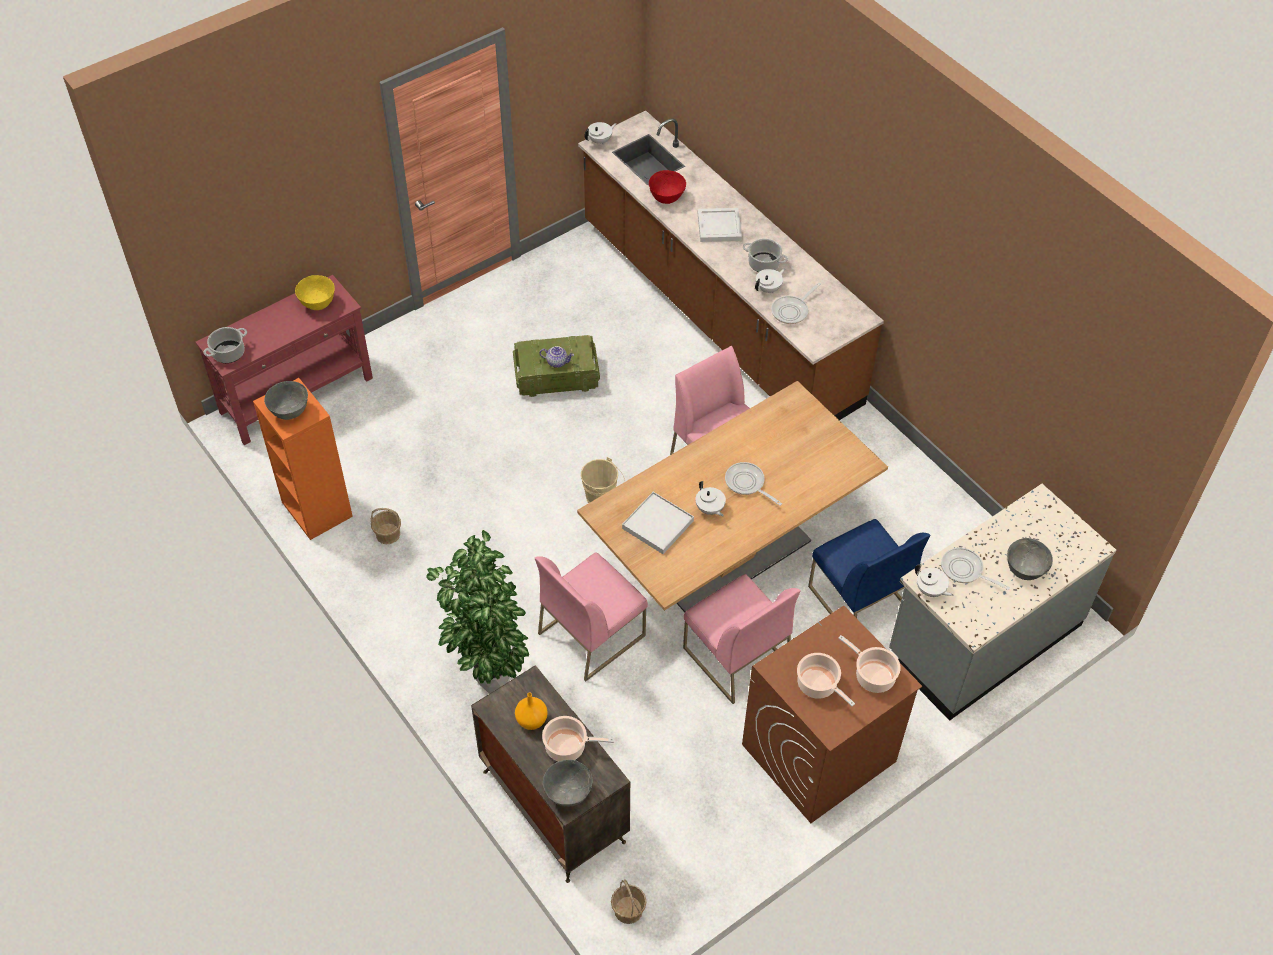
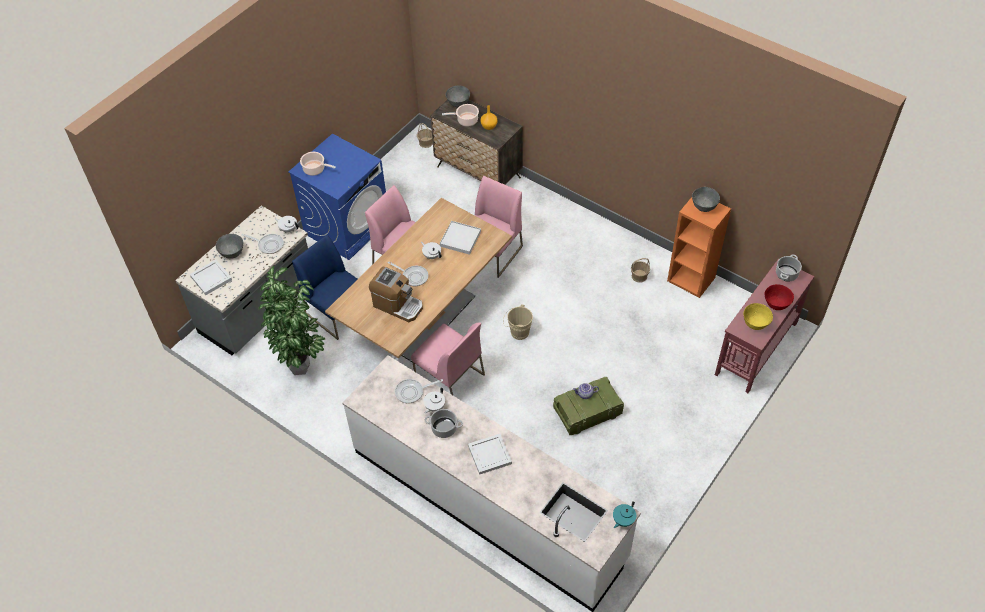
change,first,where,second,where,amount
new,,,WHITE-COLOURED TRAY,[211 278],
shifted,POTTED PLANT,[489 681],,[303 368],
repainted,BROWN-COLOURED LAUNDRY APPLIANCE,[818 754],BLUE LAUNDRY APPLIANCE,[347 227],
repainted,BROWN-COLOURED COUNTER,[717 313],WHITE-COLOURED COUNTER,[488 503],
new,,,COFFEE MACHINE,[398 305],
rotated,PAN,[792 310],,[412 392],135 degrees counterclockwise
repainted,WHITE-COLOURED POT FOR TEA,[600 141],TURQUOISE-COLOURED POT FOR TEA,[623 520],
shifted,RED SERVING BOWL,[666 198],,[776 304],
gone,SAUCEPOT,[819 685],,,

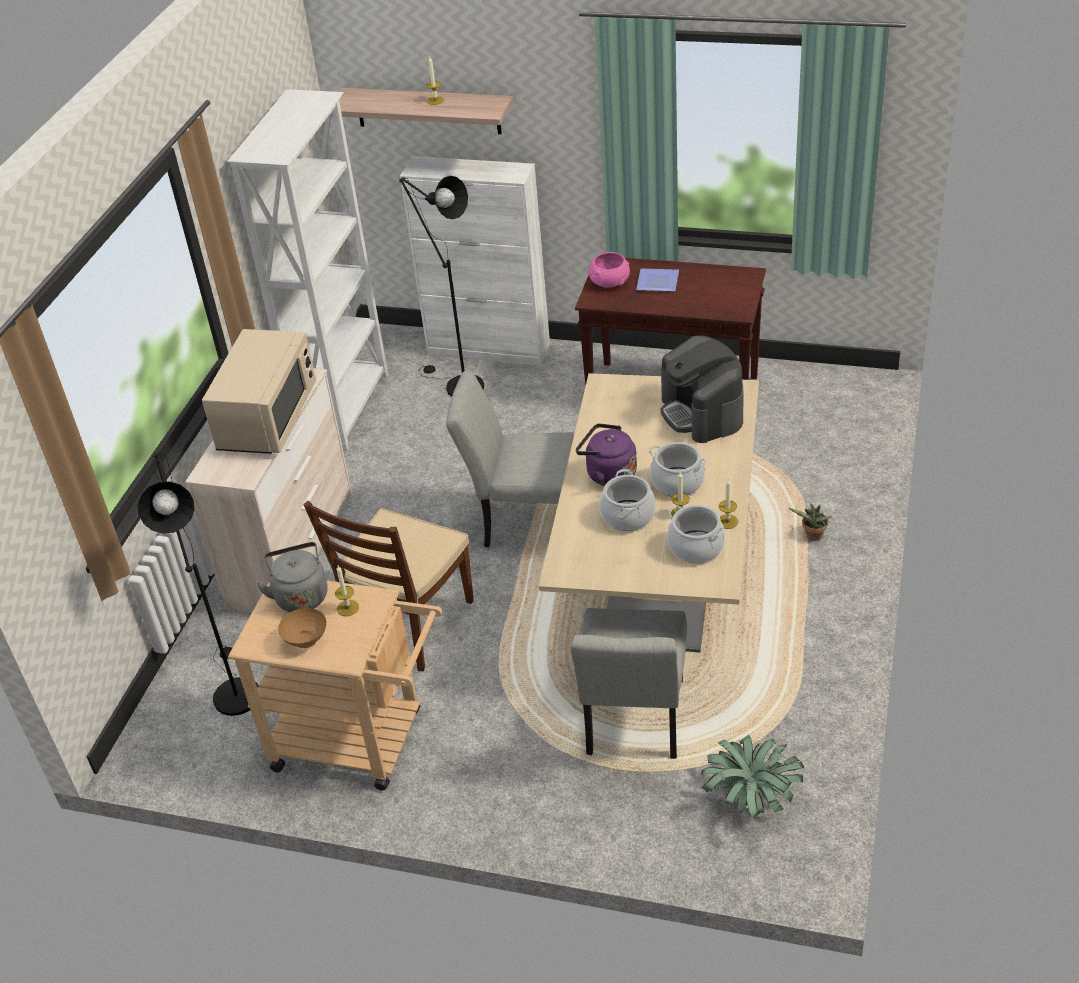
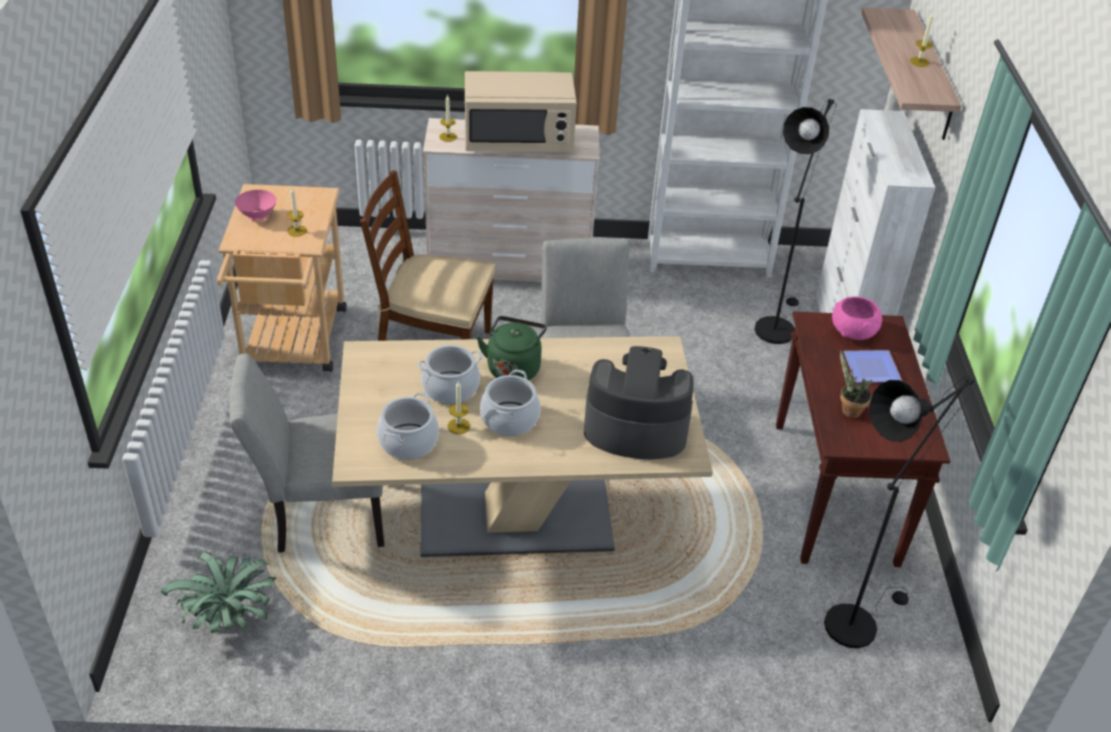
change,first,where,second,where,amount
repainted,BROWN-COLOURED SERVING BOWL,[305 640],PINK SERVING BOWL,[258 216],
shifted,WAX CANDLE,[727 521],,[448 137],
repainted,PURPLE TEA KETTLE,[608 474],GREEN TEA KETTLE,[514 367],
rotated,COFFEE MACHINE,[702 413],,[635 428],45 degrees clockwise
shifted,BLACK FLOOR LAMP,[233 690],,[856 620],
shifted,POTTED PLANT,[812 537],,[848 411],
gone,GRAY TEA KETTLE,[300 595],,,

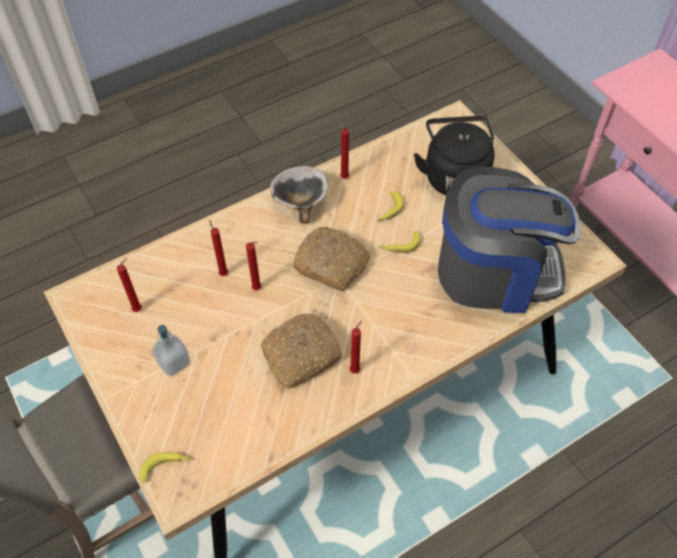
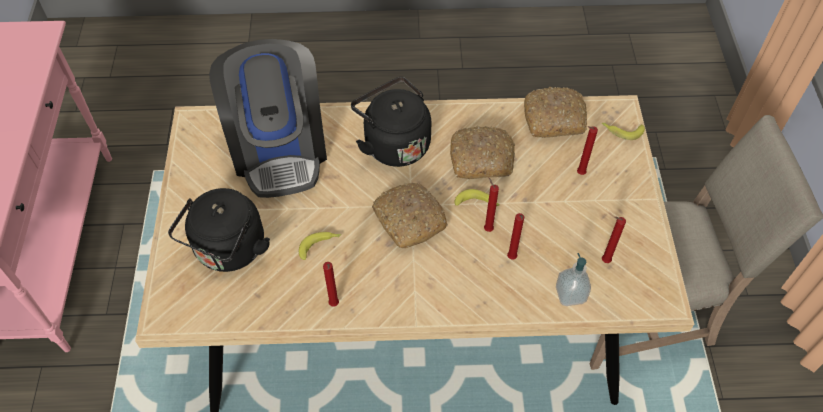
change,first,where,second,where,amount
rotated,COFFEE MACHINE,[495 272],,[279 148],135 degrees counterclockwise
new,,,BLACK TEA KETTLE,[394 143],
shifted,WHOLE BANANA,[399 245],,[477 203],
new,,,BAKED BREAD,[554 118],
shifted,LIQUID SOAP BOTTLE,[174 362],,[570 294],
shifted,RED WAX CANDLE,[356 369],,[579 173],
gone,SERVING BOWL,[300 202],,,

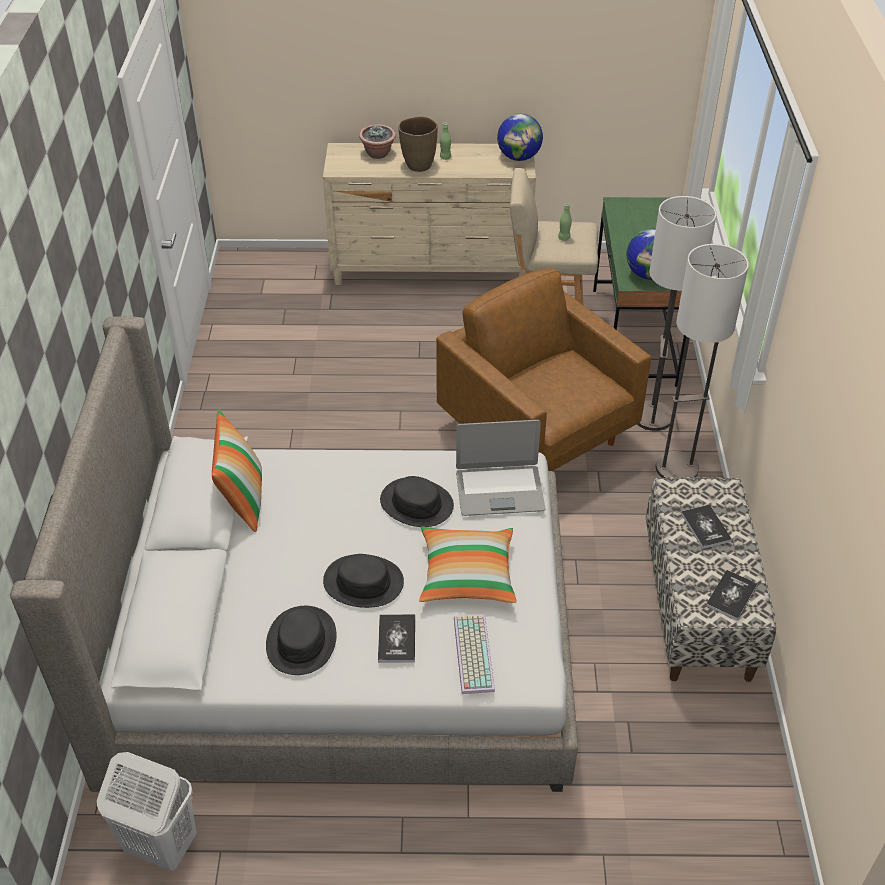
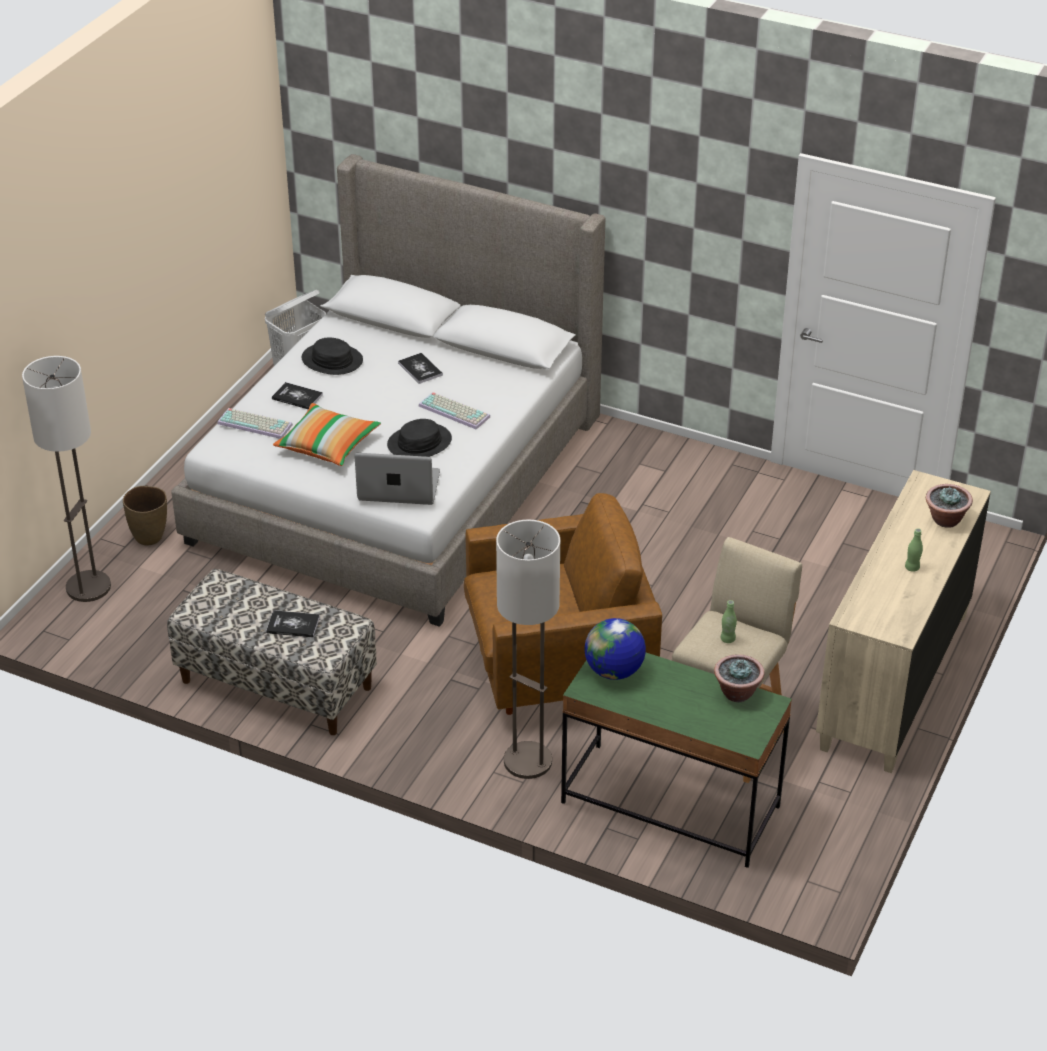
change,first,where,second,where,amount
shifted,FLOOR LAMP,[677 468],,[88 587],
shifted,BROWN-COLOURED FLOWER VASE,[418 166],,[150 537],
rotated,LAPTOP,[499 490],,[399 487],75 degrees clockwise
shifted,BOUND BOOK,[731 595],,[420 369],
new,,,KEYBOARD,[455 411],
new,,,POTTED PLANT,[737 693],
gone,THROW PILLOW,[242 499],,,
gone,BLACK WEARABLE HAT,[363 582],,,
gone,DESK GLOBE,[519 157],,,

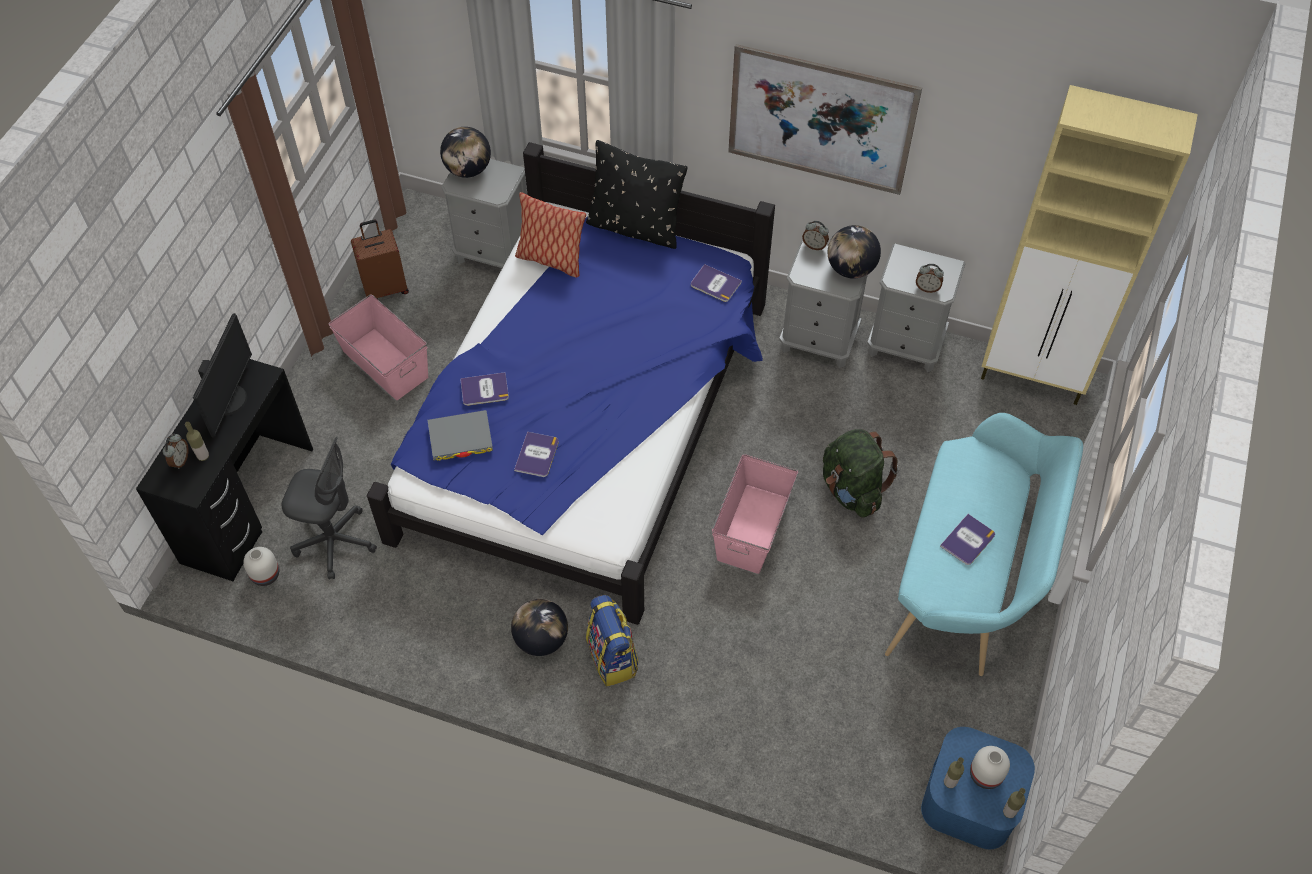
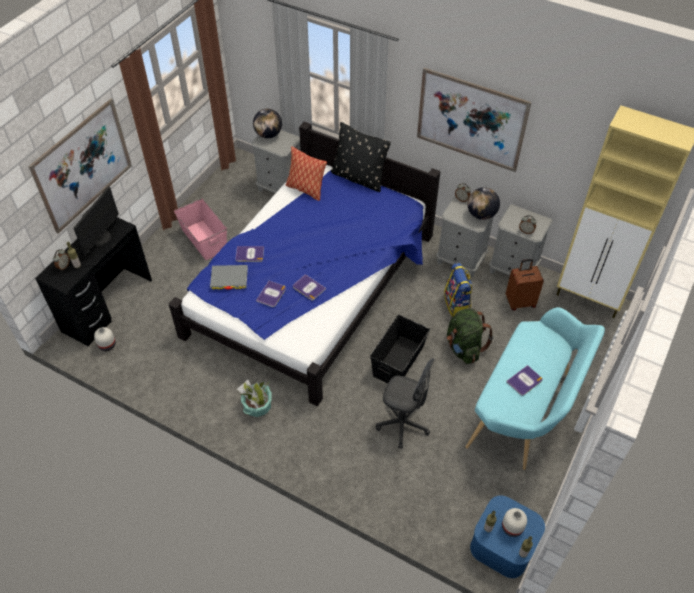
change,first,where,second,where,amount
new,,,WALL ART,[83 165],
swapped,DESK GLOBE,[541 639],POTTED PLANT,[257 406],
shifted,BOUND BOOK,[715 284],,[308 288],
repainted,PINK STORAGE BIN,[753 528],BLACK STORAGE BIN,[399 361],
shifted,GRAY OFFICE CHAIR,[335 542],,[402 424],
shifted,KNAPSACK,[613 658],,[457 304],
shifted,BROWN-COLOURED SUITCASE,[385 288],,[520 302],

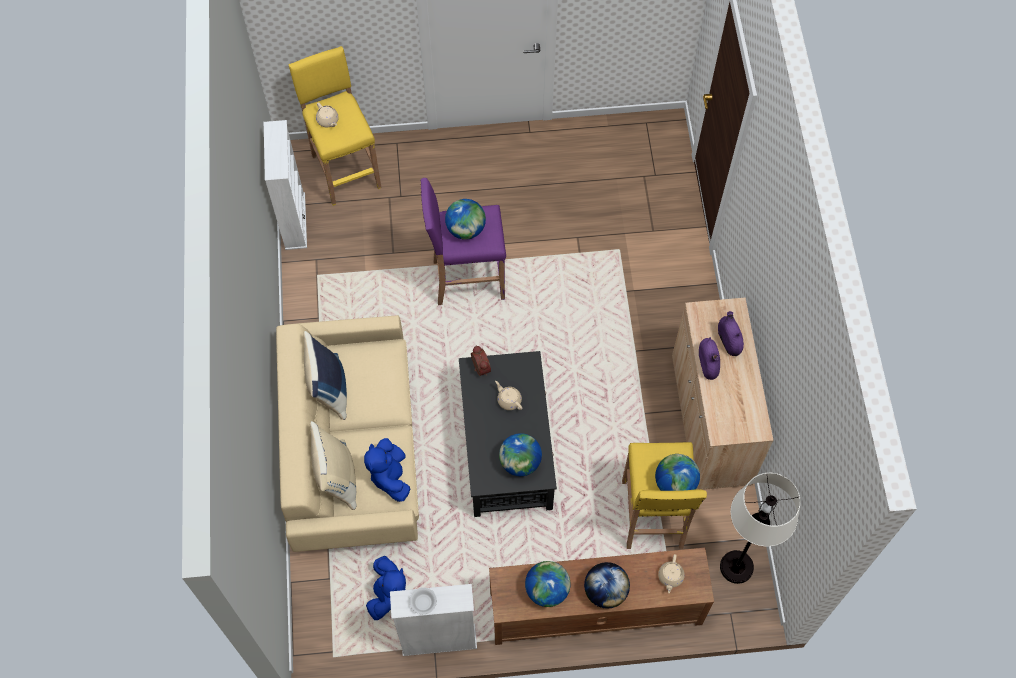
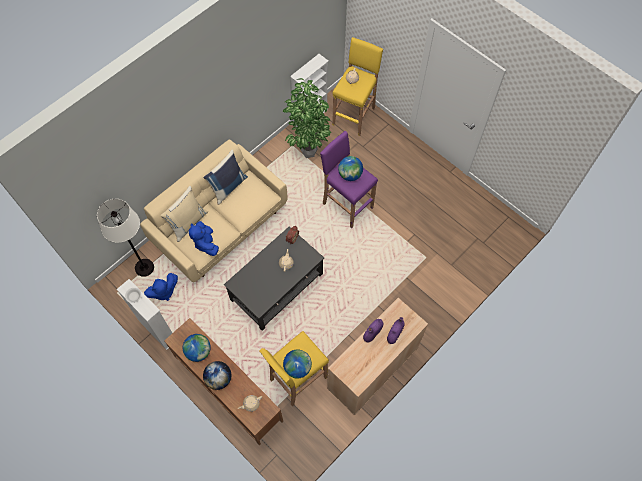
change,first,where,second,where,amount
shifted,WHITE-COLOURED FLOOR LAMP,[736 567],,[144 267],
rotated,BLUE PLUSH TOY,[390 476],,[206 243],60 degrees counterclockwise
new,,,POTTED PLANT,[307 154],
gone,DESK GLOBE,[520 462],,,

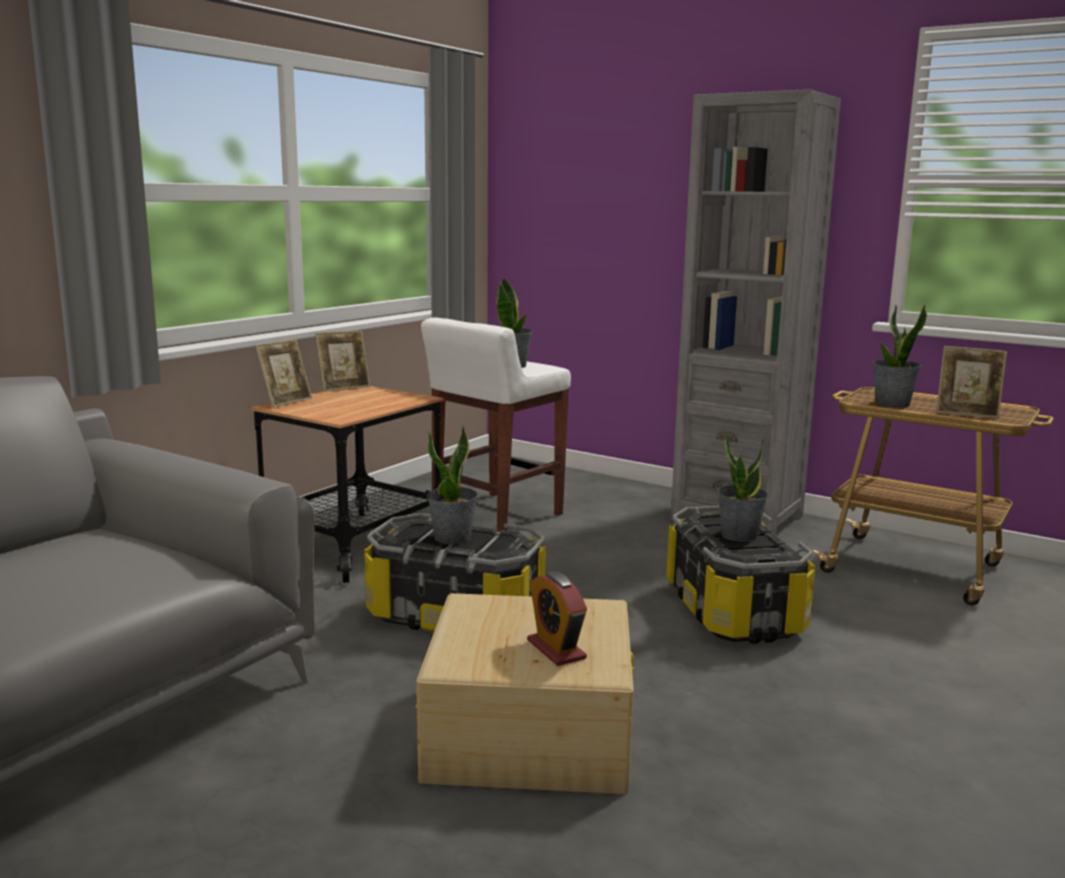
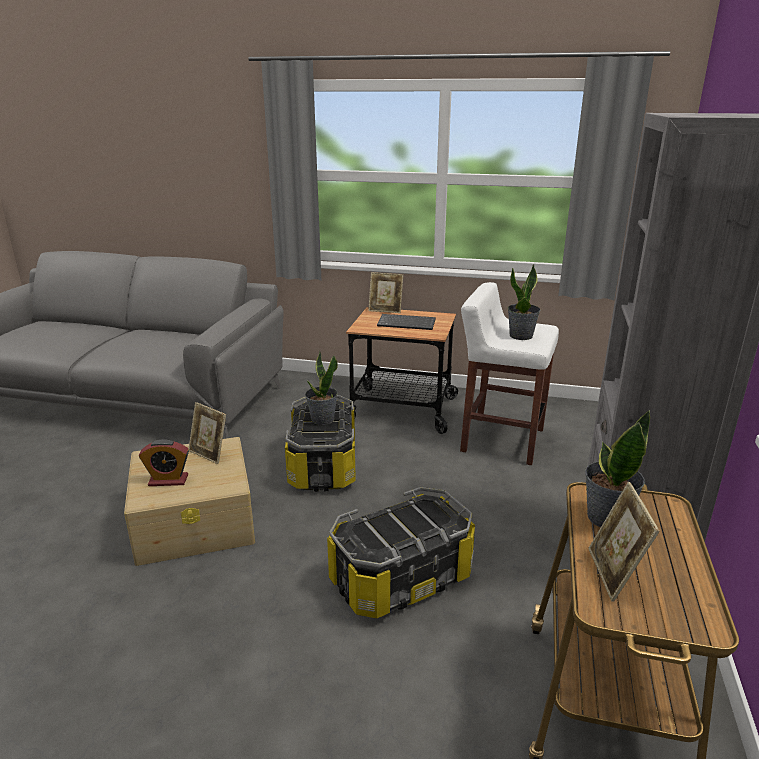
change,first,where,second,where,amount
rotated,ALARM CLOCK,[556 649],,[168 480],135 degrees counterclockwise
shifted,STANDING FRAME,[344 388],,[209 454],
new,,,KEYBOARD,[407 323],
gone,POTTED PLANT,[739 535],,,

